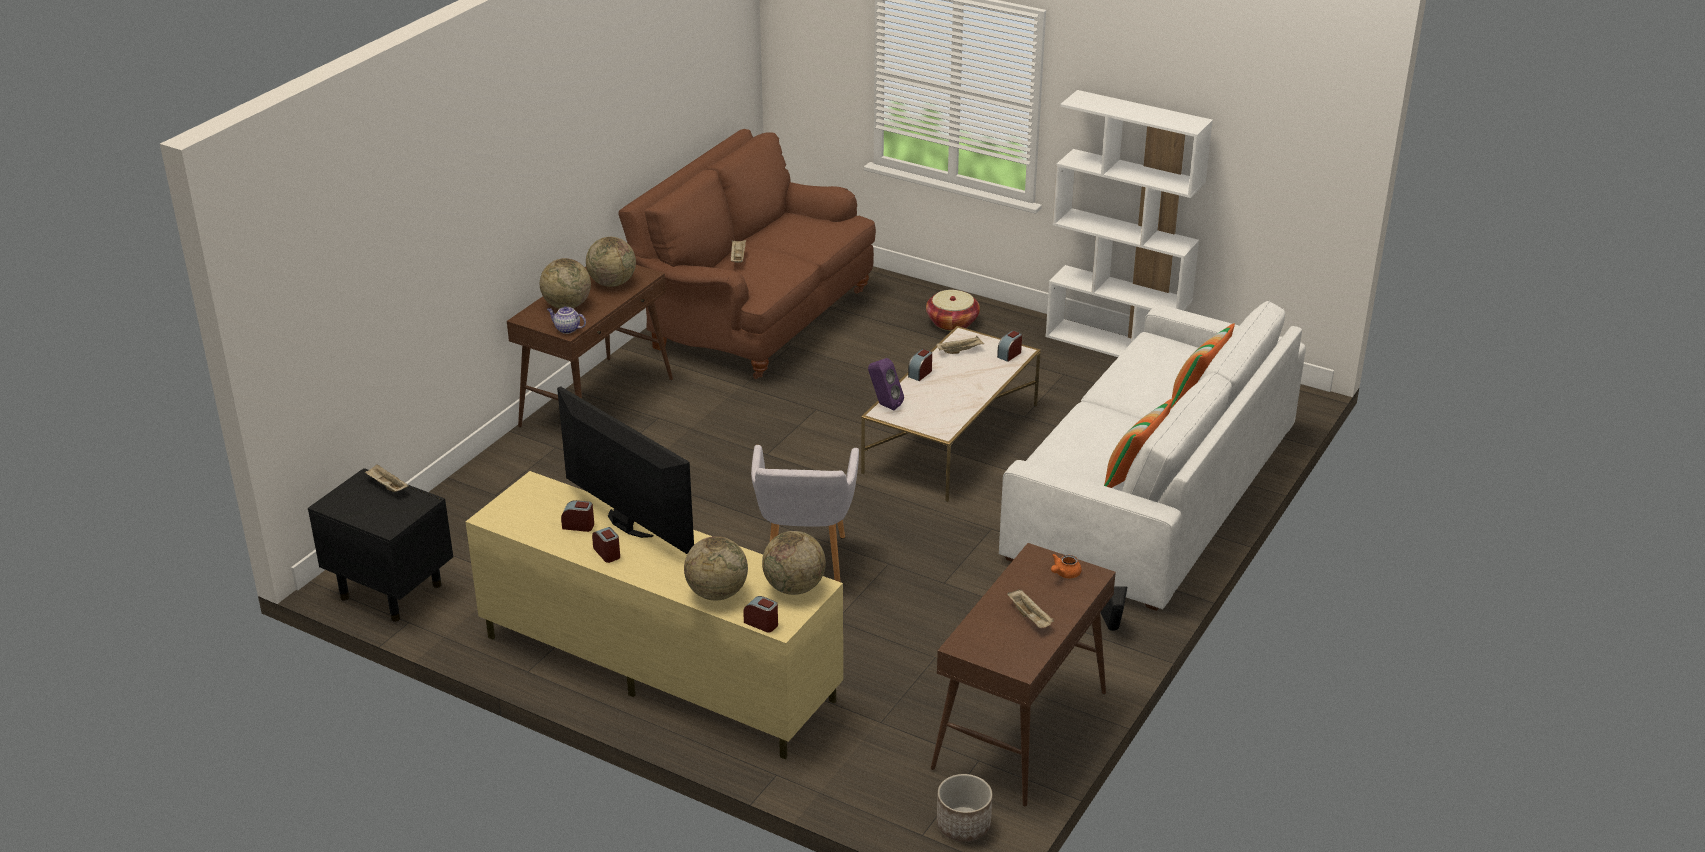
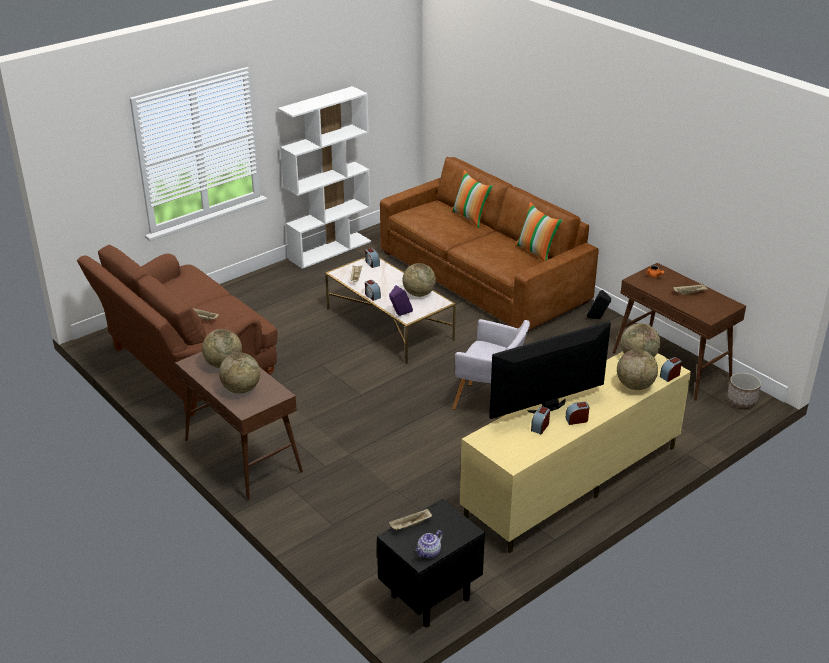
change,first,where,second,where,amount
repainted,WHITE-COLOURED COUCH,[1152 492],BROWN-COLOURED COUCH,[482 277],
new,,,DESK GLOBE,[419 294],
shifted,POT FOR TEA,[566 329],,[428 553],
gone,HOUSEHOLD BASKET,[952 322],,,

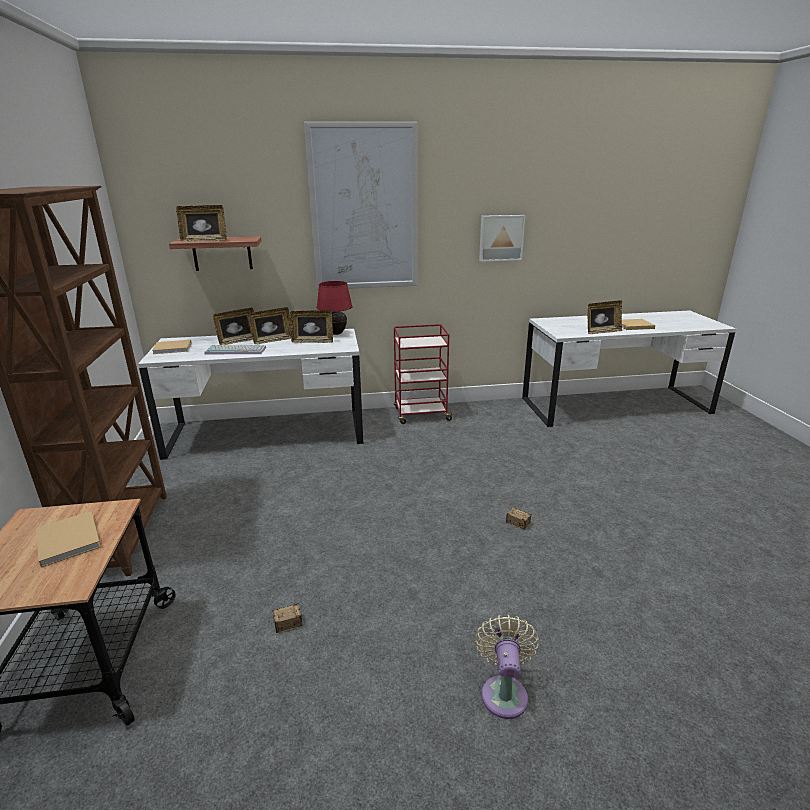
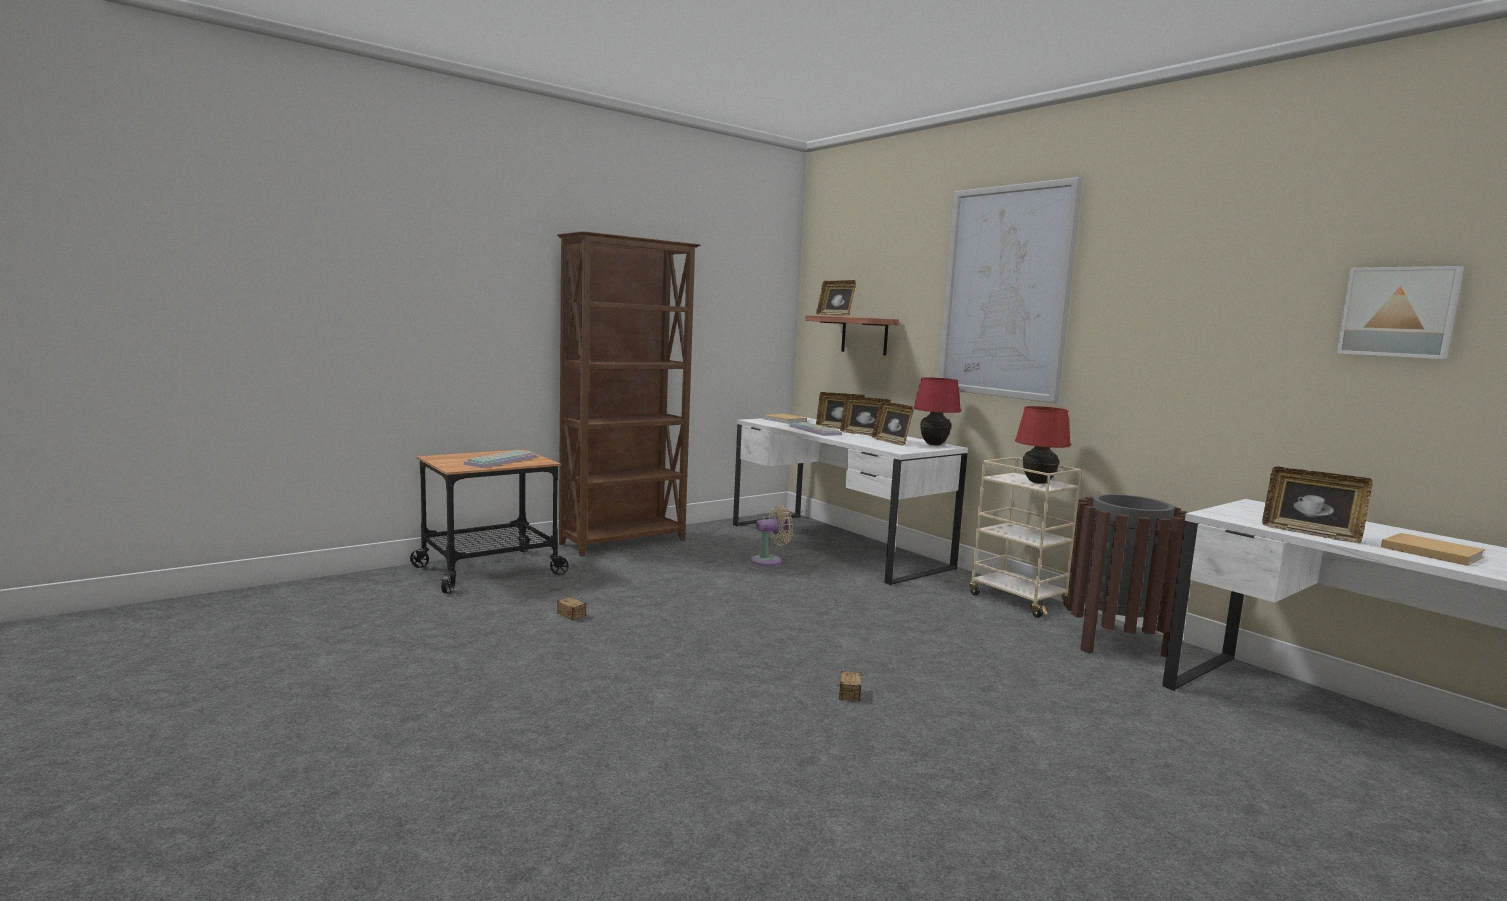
change,first,where,second,where,amount
swapped,SAND-COLOURED BOUND BOOK,[68 539],KEYBOARD,[501 460],
shifted,SAND-COLOURED ELECTRIC FAN,[504 692],,[769 561],
repainted,RED TROLLEY,[421 414],SAND-COLOURED TROLLEY,[1018 600],
new,,,RED LAMP FOR A TABLE,[1038 482],
new,,,BROWN-COLOURED WASTE BIN,[1115 643],
shifted,WALL ART,[501 238],,[1398 312],

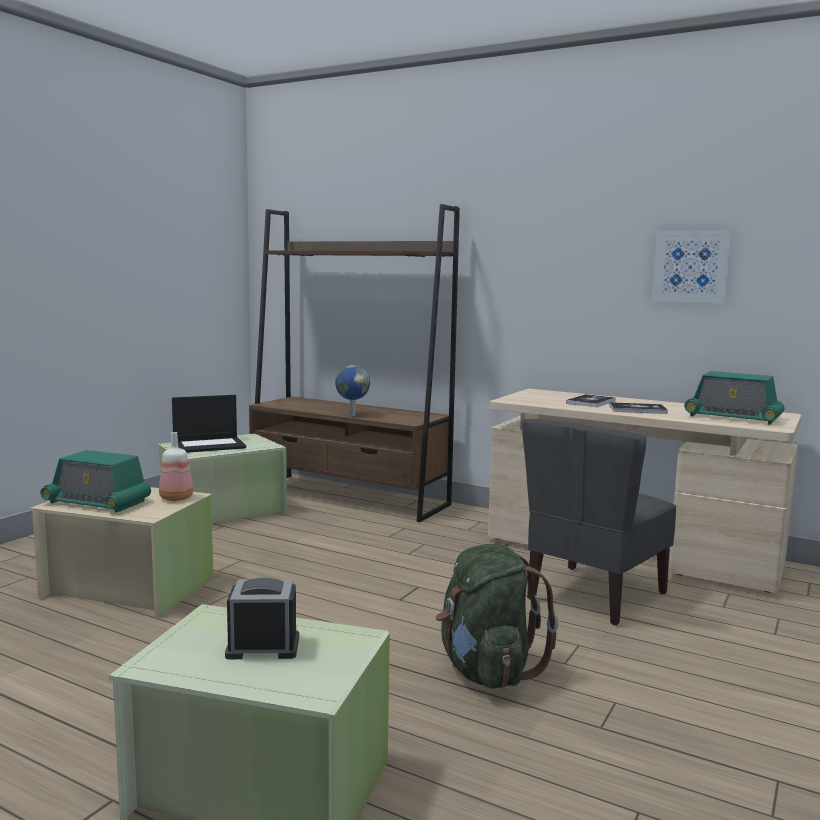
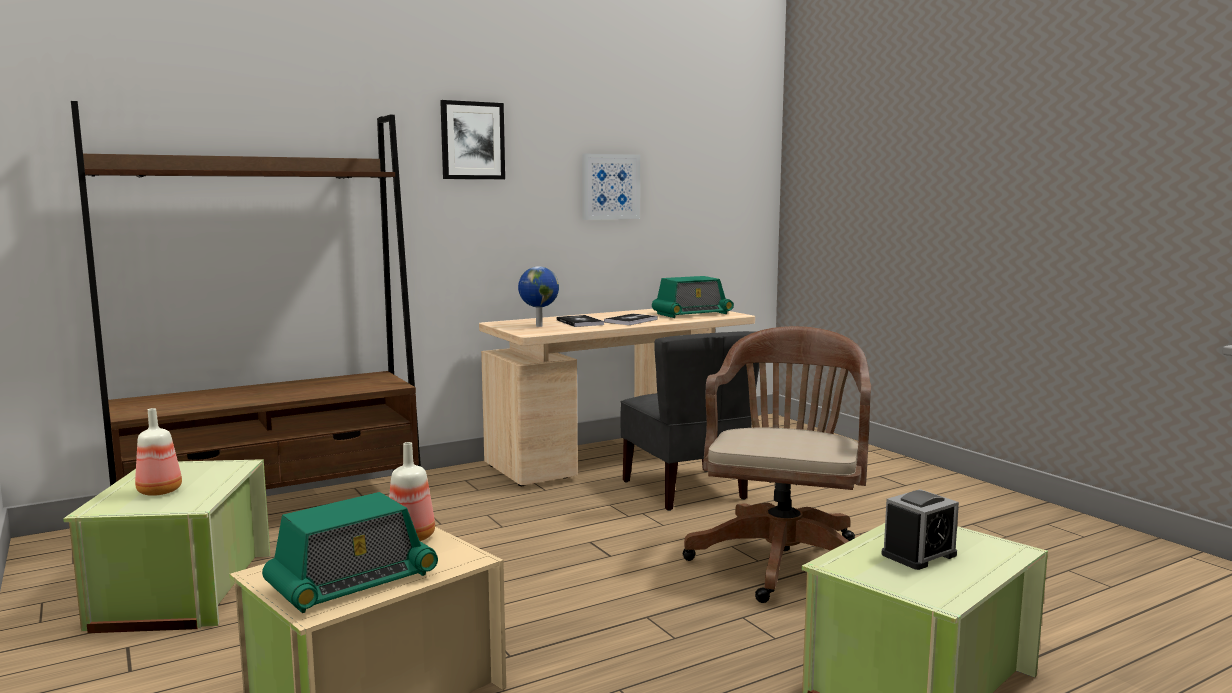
change,first,where,second,where,amount
swapped,LAPTOP,[209 445],DRINK BOTTLE,[159 491],
new,,,WALL ART,[472 140],
shifted,DESK GLOBE,[352 415],,[538 326],
swapped,GREEN KNAPSACK,[487 671],BROWN-COLOURED OFFICE CHAIR,[783 558],
rotated,ALARM CLOCK,[263 647],,[919 555],150 degrees counterclockwise

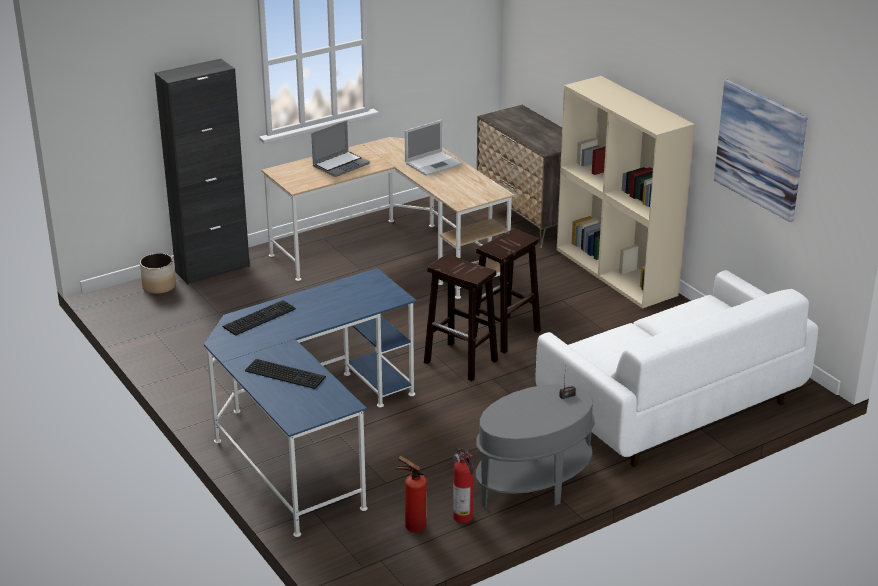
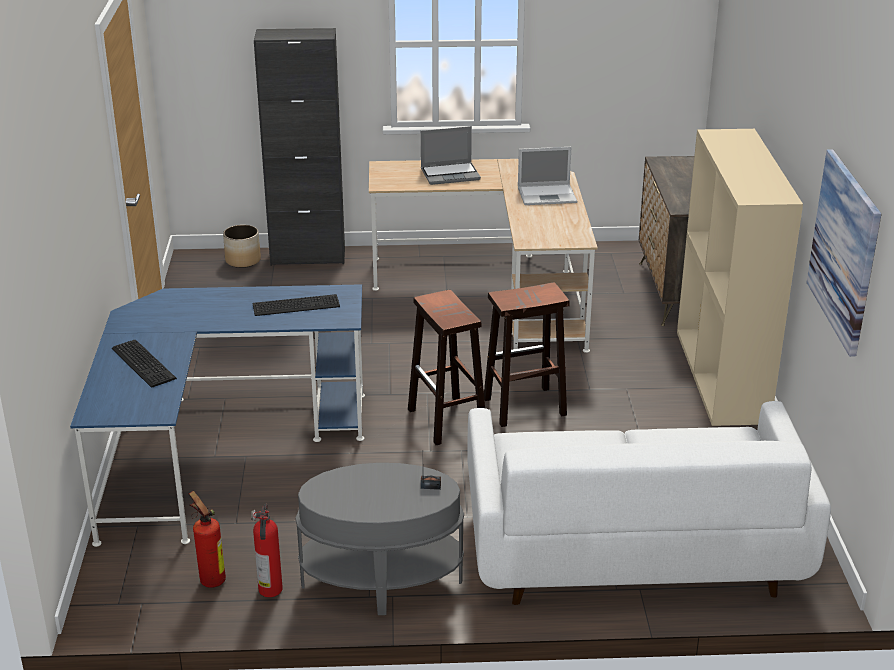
change,first,where,second,where,amount
shifted,KEYBOARD,[257 317],,[294 305],

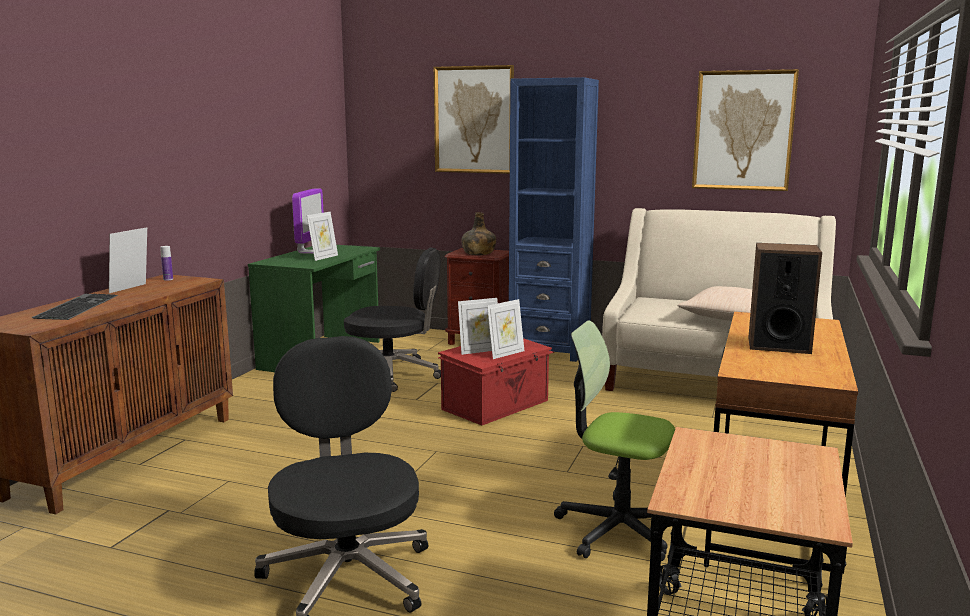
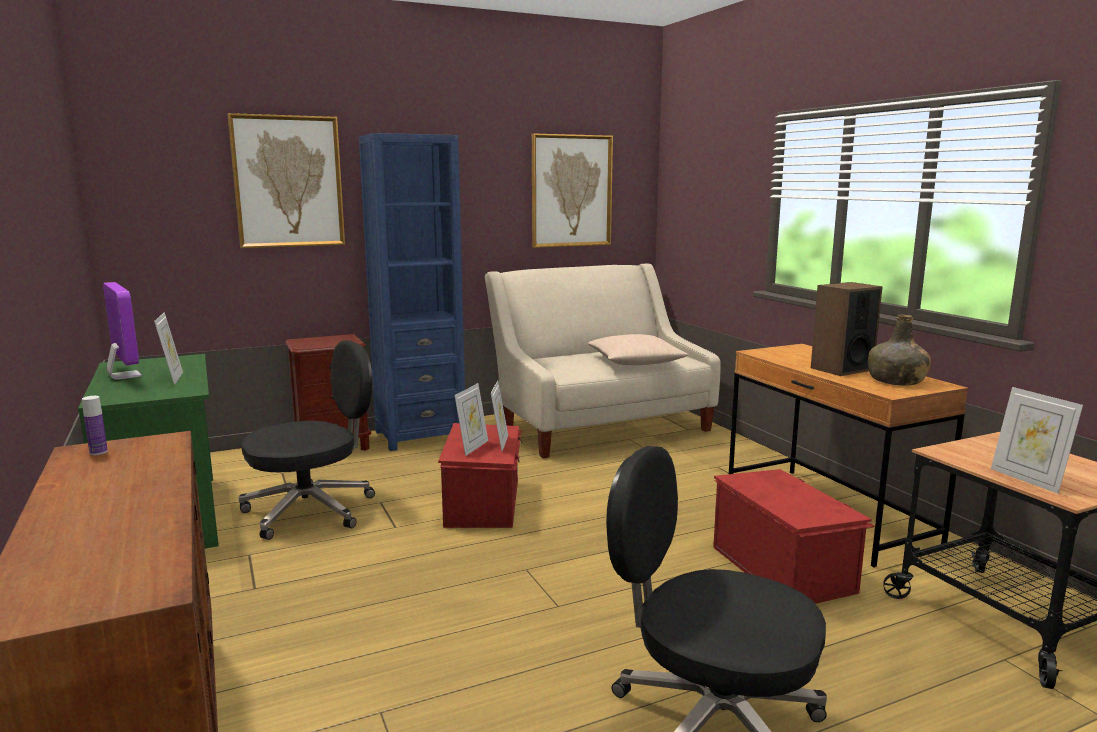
change,first,where,second,where,amount
swapped,OFFICE CHAIR,[617 529],RED STORAGE BIN,[783 568],
shifted,GREEN DRINK BOTTLE,[478 253],,[896 381],
shifted,STANDING FRAME,[131 288],,[1027 479],
gone,KEYBOARD,[76 306],,,

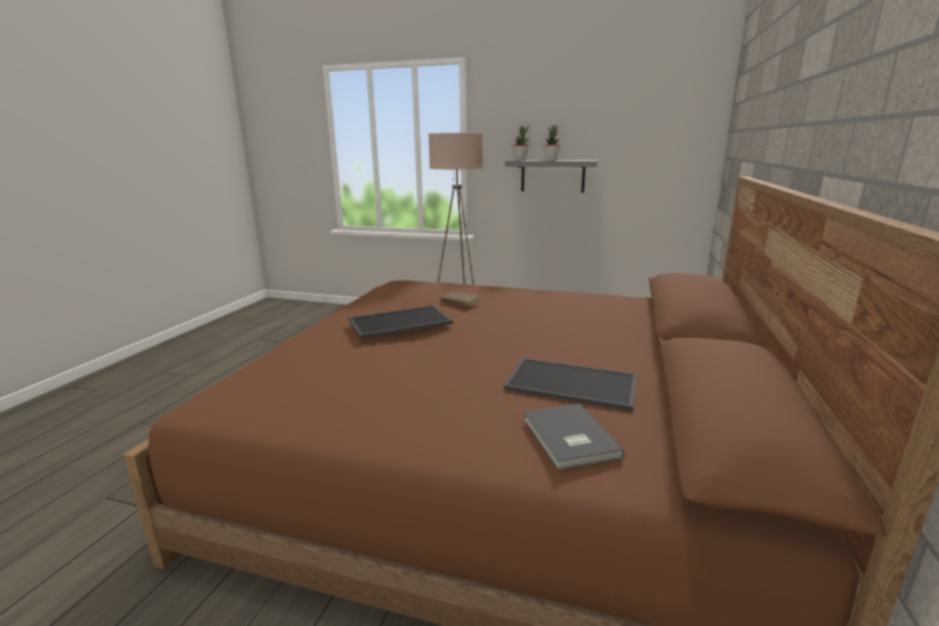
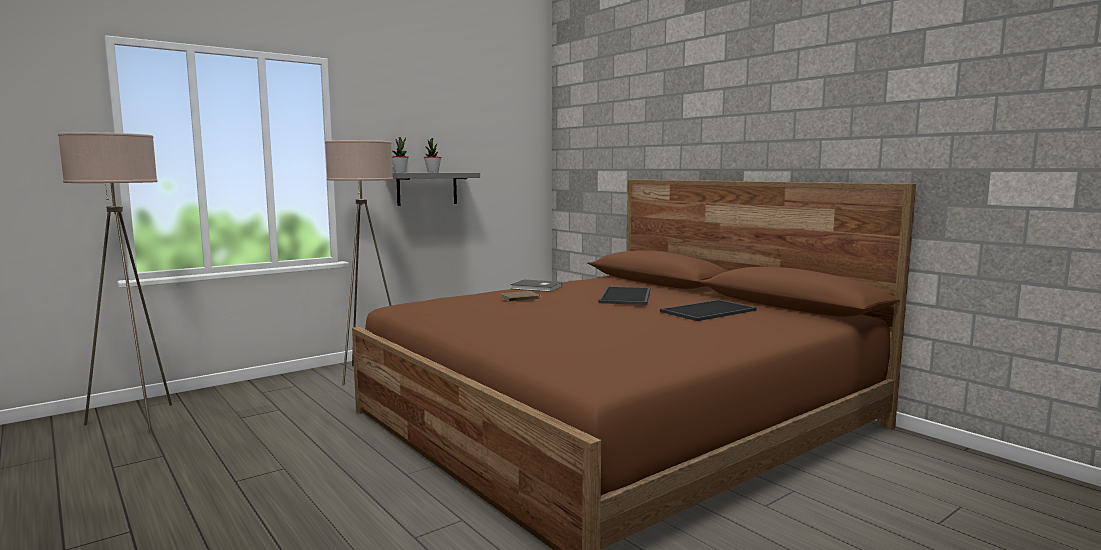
change,first,where,second,where,amount
new,,,SAND-COLOURED FLOOR LAMP,[136 420],
shifted,GRAY BOUND BOOK,[568 439],,[536 287],
shifted,TRAY,[399 322],,[626 296],

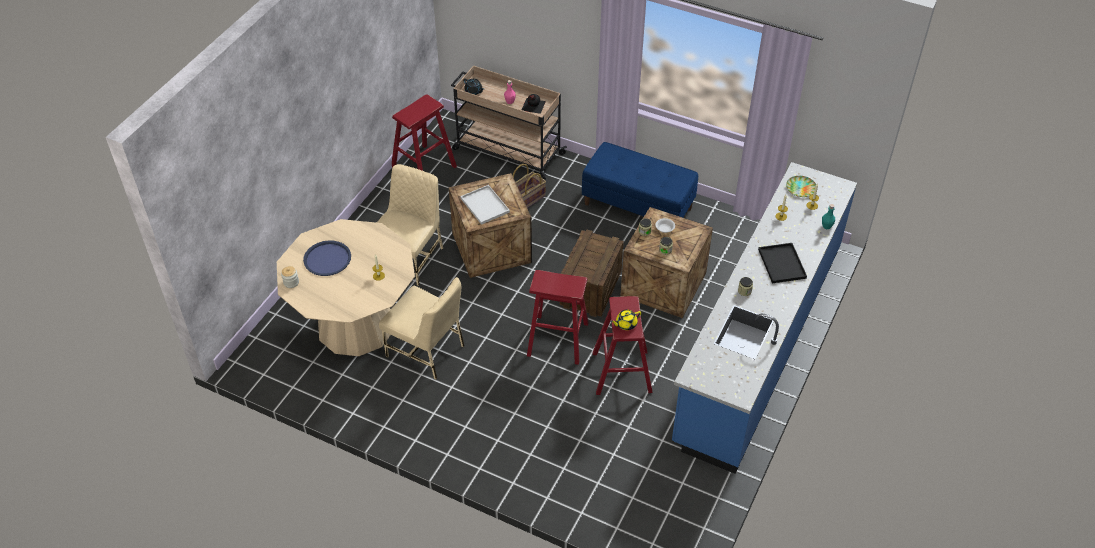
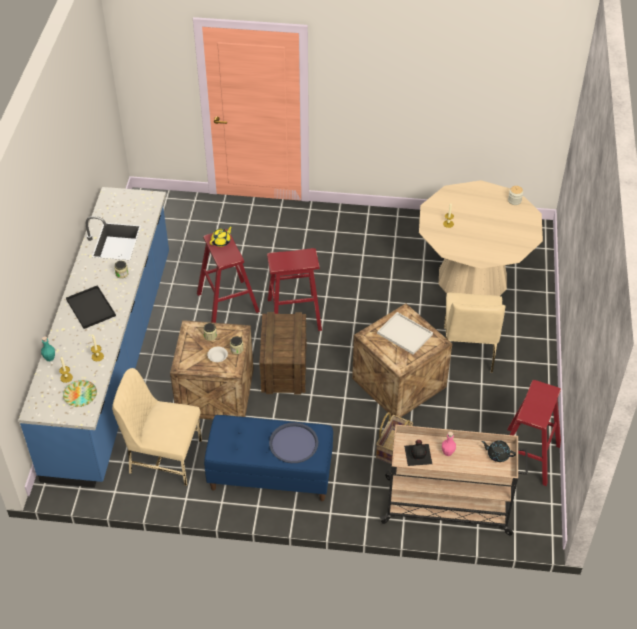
change,first,where,second,where,amount
shifted,SAND-COLOURED CHAIR,[427 351],,[164 457],
shifted,BLUE TRAY,[327 259],,[293 443],

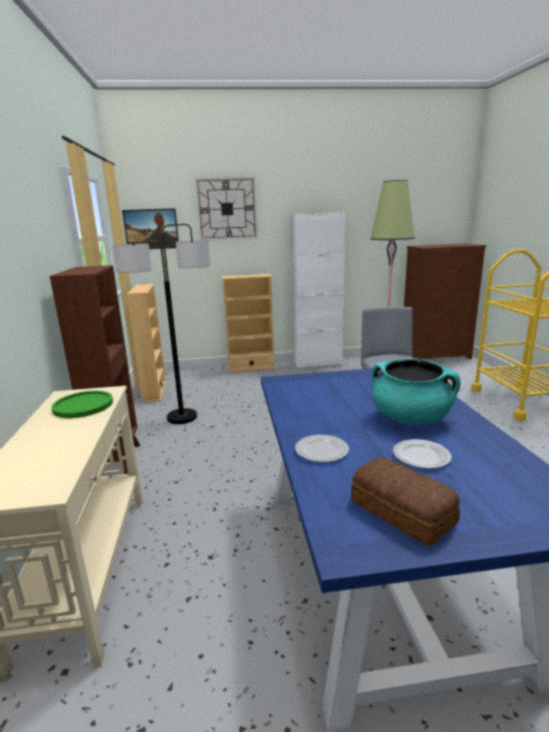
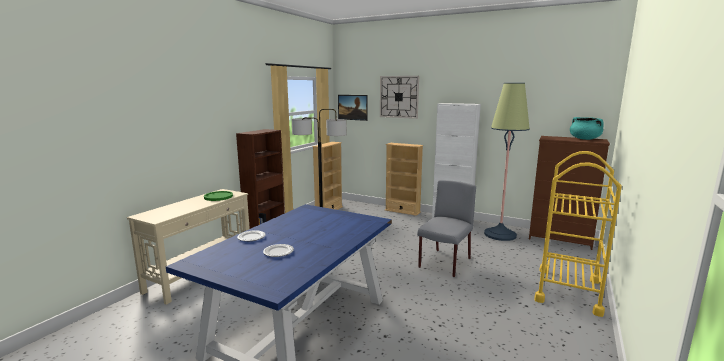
change,first,where,second,where,amount
shifted,TURQUOISE-COLOURED SAUCEPOT,[411 418],,[585 139],
gone,BAKED BREAD,[402 513],,,

